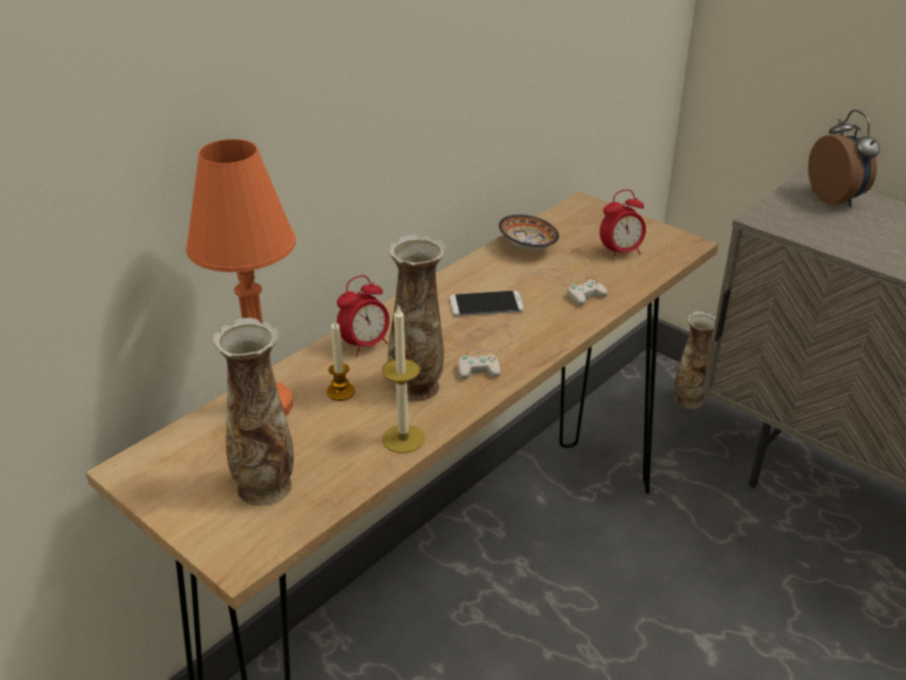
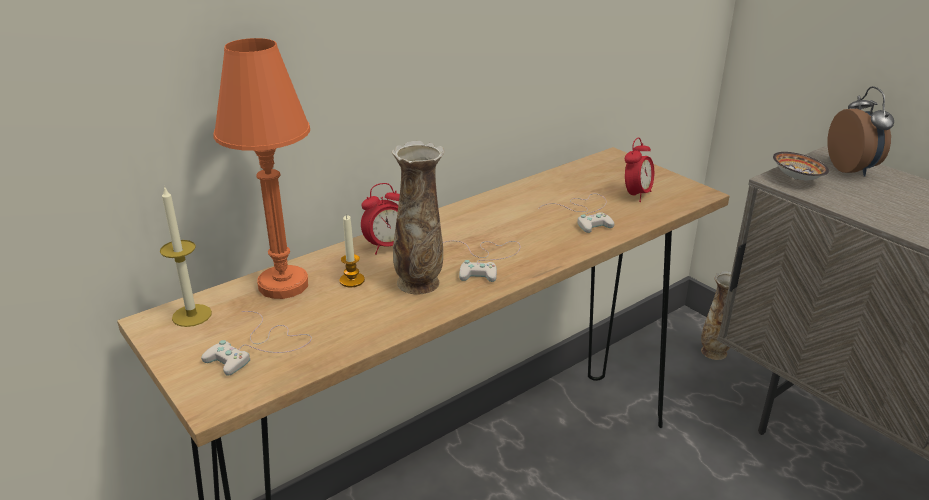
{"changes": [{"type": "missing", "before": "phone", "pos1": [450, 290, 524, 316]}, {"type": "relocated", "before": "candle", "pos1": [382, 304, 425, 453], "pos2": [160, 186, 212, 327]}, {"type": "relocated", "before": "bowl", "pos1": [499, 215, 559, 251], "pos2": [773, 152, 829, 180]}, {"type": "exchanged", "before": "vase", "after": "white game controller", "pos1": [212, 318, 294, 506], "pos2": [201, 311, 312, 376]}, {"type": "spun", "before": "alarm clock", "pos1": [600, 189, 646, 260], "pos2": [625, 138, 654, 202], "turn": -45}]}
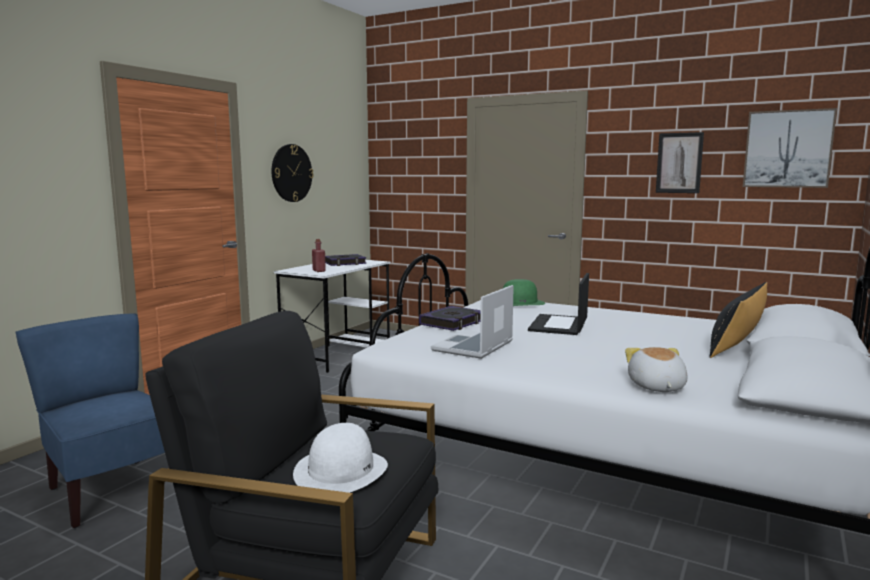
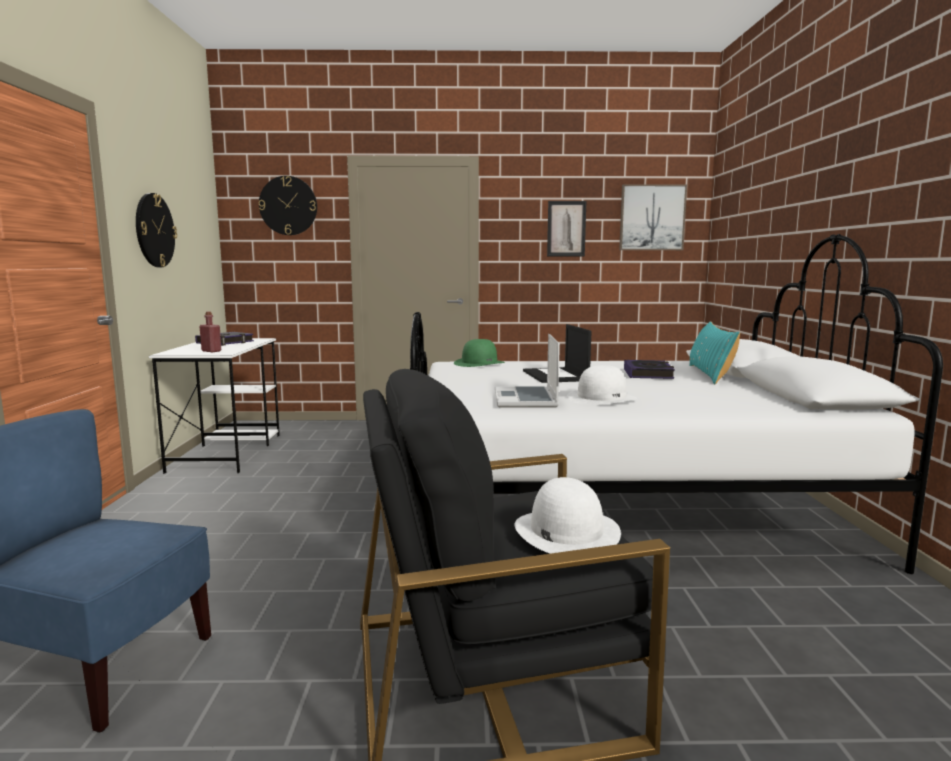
{"changes": [{"type": "missing", "before": "plush toy", "pos1": [625, 347, 687, 392]}, {"type": "appeared", "after": "wall clock", "pos2": [259, 176, 317, 235]}, {"type": "appeared", "after": "white hat", "pos2": [567, 365, 637, 405]}, {"type": "relocated", "before": "book", "pos1": [419, 306, 481, 331], "pos2": [624, 360, 675, 379]}, {"type": "colour", "before": "black pillow", "after": "turquoise pillow", "pos1": [710, 282, 767, 358], "pos2": [689, 321, 740, 384]}]}
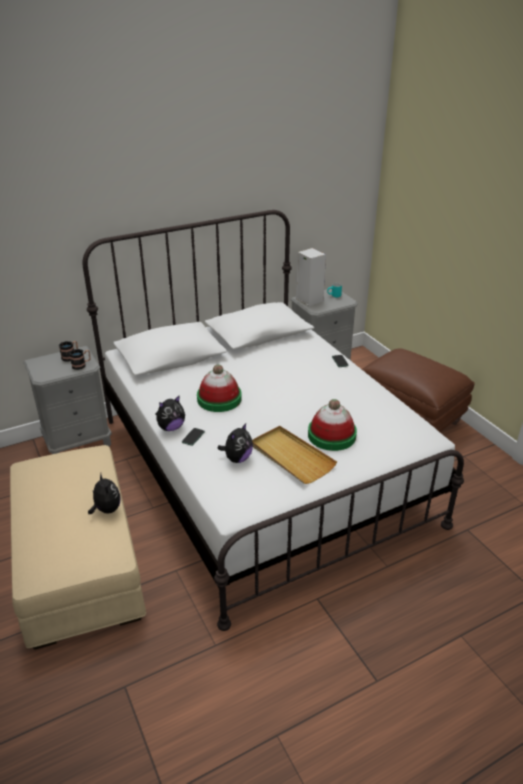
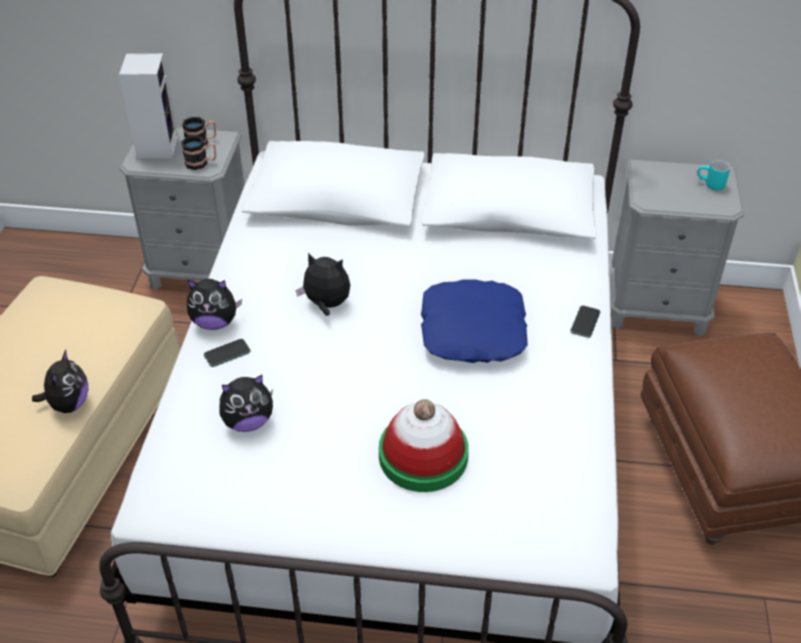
{"changes": [{"type": "missing", "before": "beige tray", "pos1": [252, 426, 337, 484]}, {"type": "appeared", "after": "blue pillow", "pos2": [421, 280, 528, 363]}, {"type": "relocated", "before": "speaker", "pos1": [296, 248, 326, 306], "pos2": [119, 53, 178, 159]}, {"type": "exchanged", "before": "hat", "after": "plush toy", "pos1": [197, 365, 242, 412], "pos2": [296, 253, 350, 316]}]}
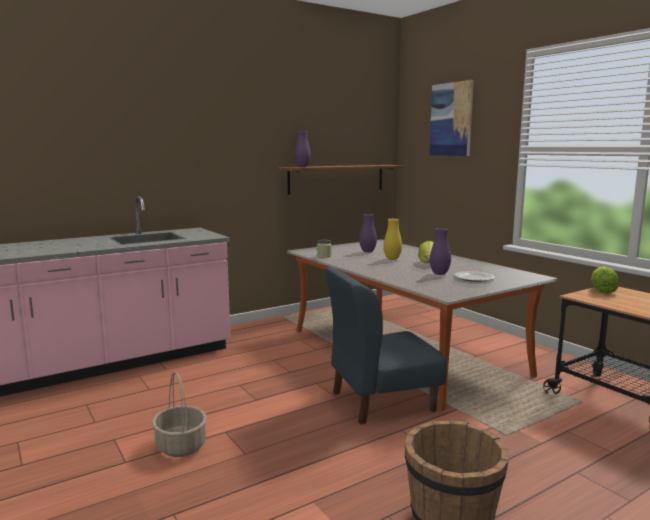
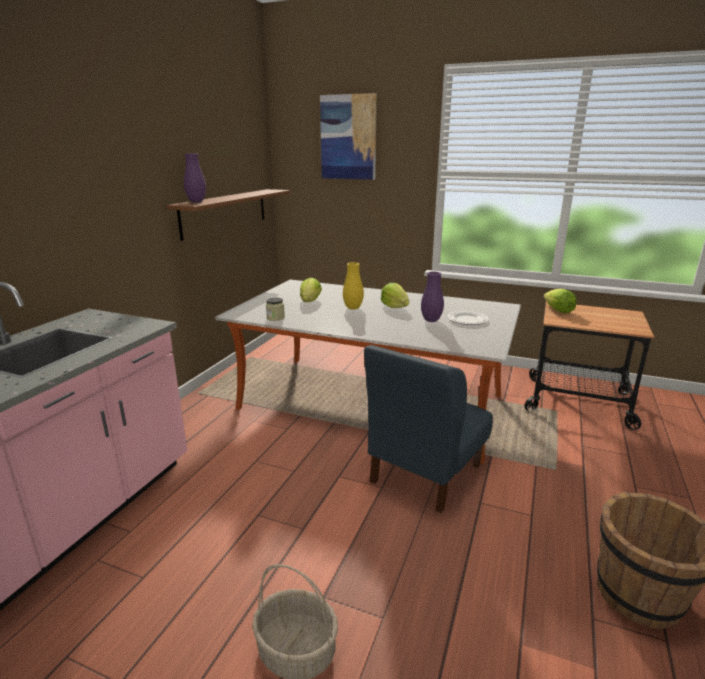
{"changes": [{"type": "exchanged", "before": "purple vase", "after": "lettuce", "pos1": [359, 214, 377, 253], "pos2": [300, 278, 322, 302]}]}
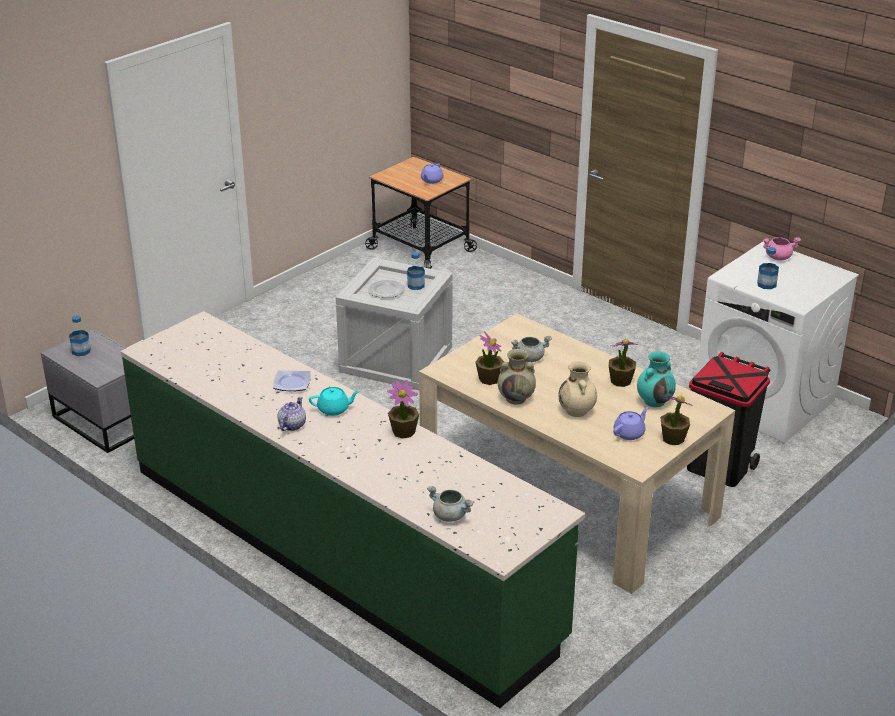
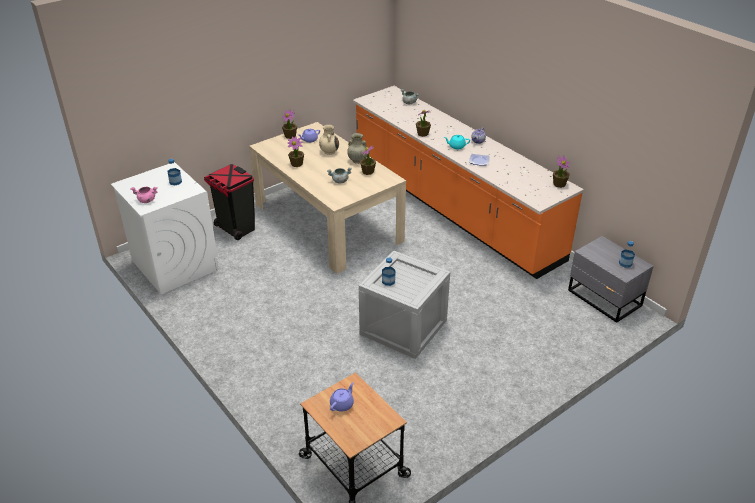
{"changes": [{"type": "missing", "before": "plate", "pos1": [368, 279, 405, 298]}, {"type": "missing", "before": "turquoise vase", "pos1": [637, 351, 676, 407]}, {"type": "appeared", "after": "potted plant", "pos2": [553, 155, 570, 188]}, {"type": "colour", "before": "green counter", "after": "orange counter", "pos1": [121, 311, 585, 708], "pos2": [353, 86, 584, 279]}]}
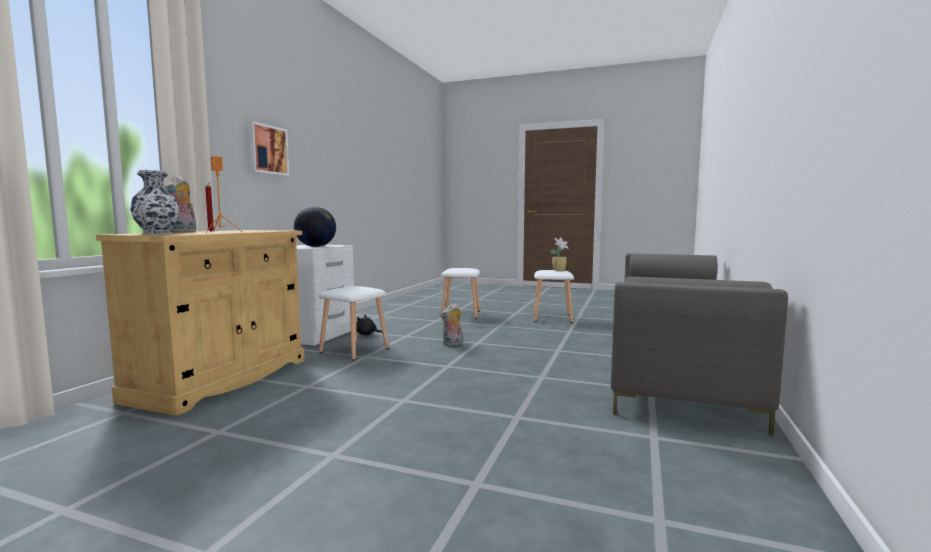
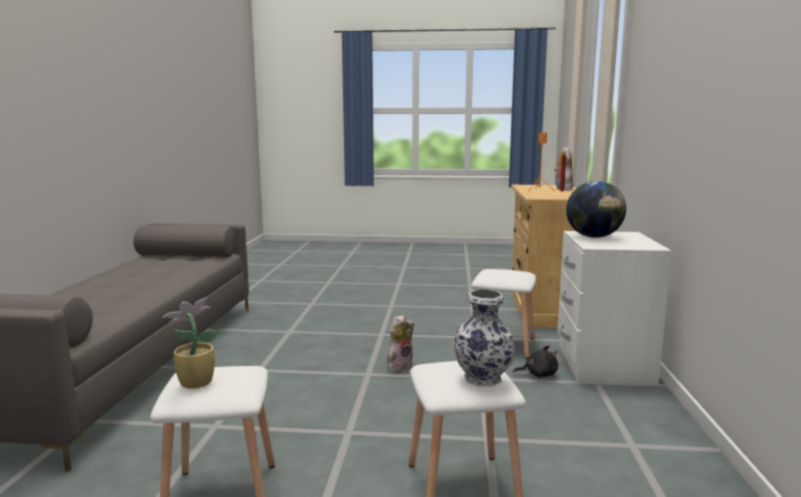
{"changes": [{"type": "missing", "before": "picture", "pos1": [248, 121, 289, 176]}, {"type": "relocated", "before": "vase", "pos1": [130, 170, 179, 235], "pos2": [454, 290, 515, 387]}]}
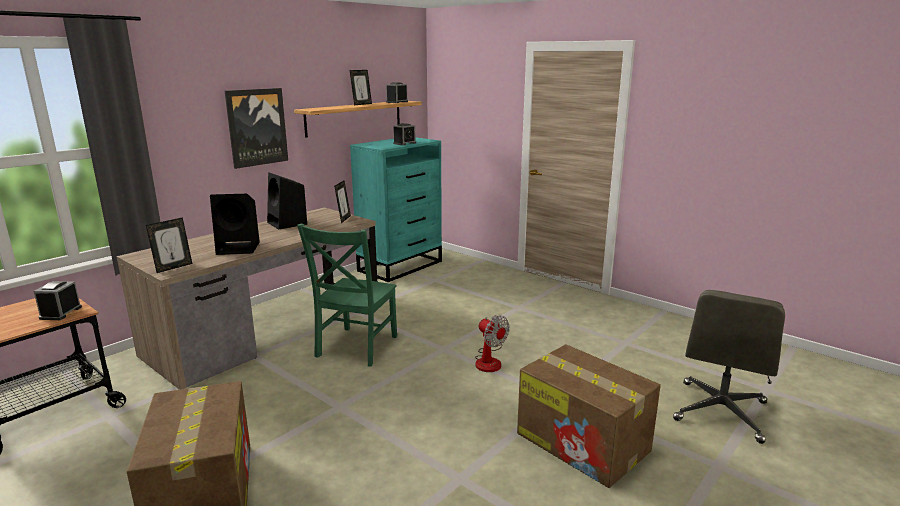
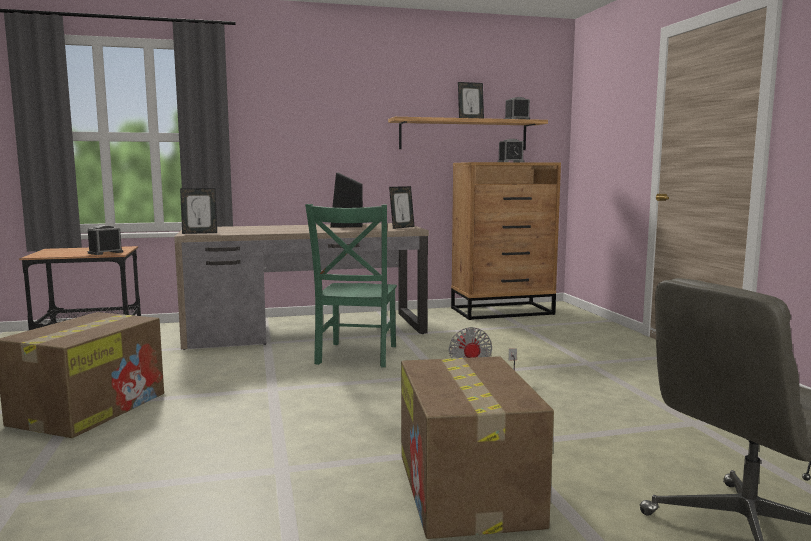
{"changes": [{"type": "missing", "before": "black speaker", "pos1": [210, 194, 260, 255]}, {"type": "missing", "before": "picture", "pos1": [225, 88, 288, 169]}, {"type": "colour", "before": "turquoise dresser", "after": "brown dresser", "pos1": [350, 137, 442, 282], "pos2": [451, 162, 561, 320]}, {"type": "spun", "before": "green chair", "pos1": [297, 224, 397, 367], "pos2": [305, 204, 397, 367], "turn": -45}]}
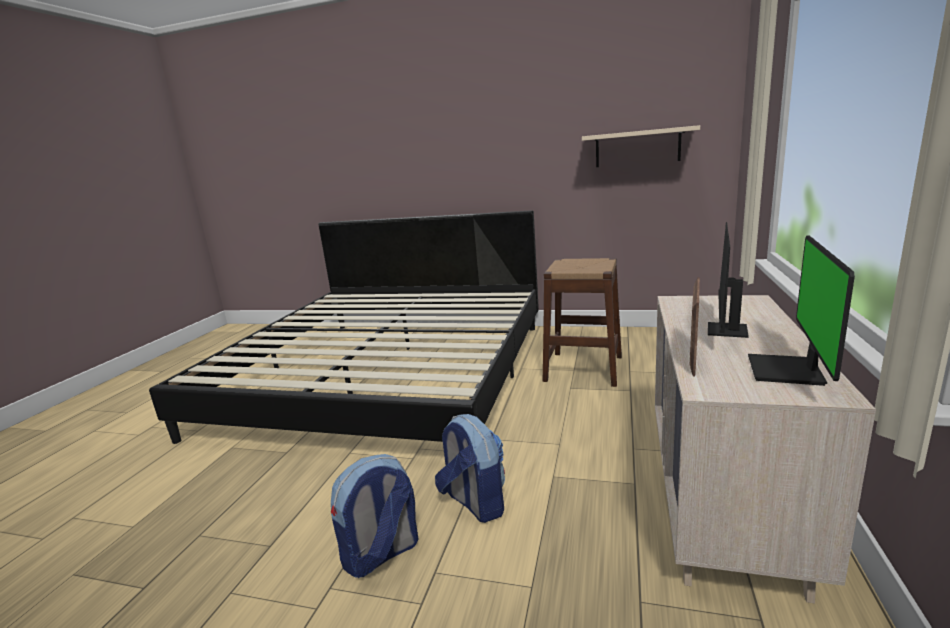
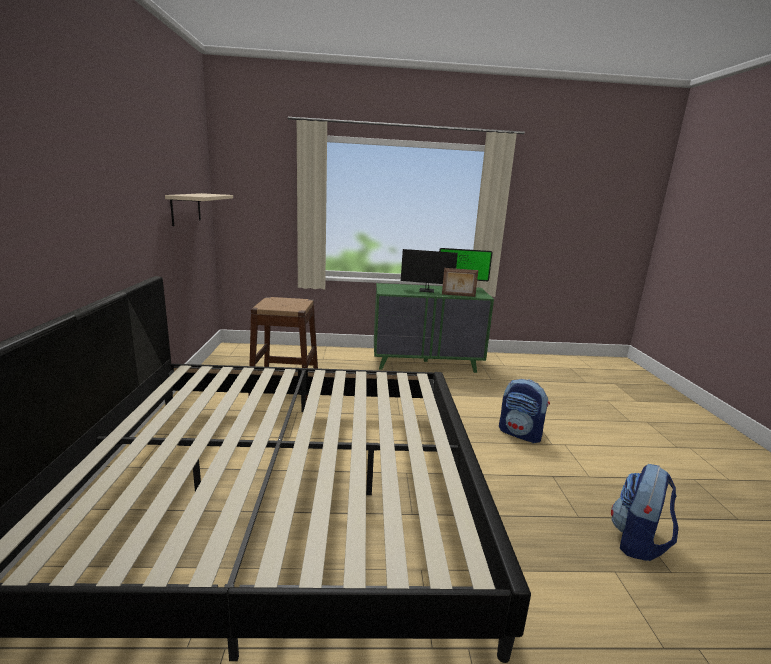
{"changes": [{"type": "relocated", "before": "backpack", "pos1": [435, 414, 505, 523], "pos2": [611, 464, 678, 561]}, {"type": "colour", "before": "beige dresser", "after": "green dresser", "pos1": [655, 295, 876, 604], "pos2": [374, 283, 494, 373]}]}
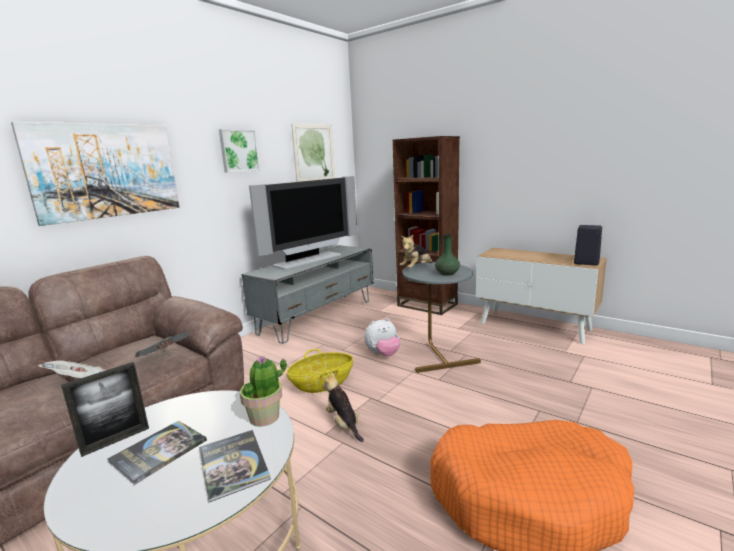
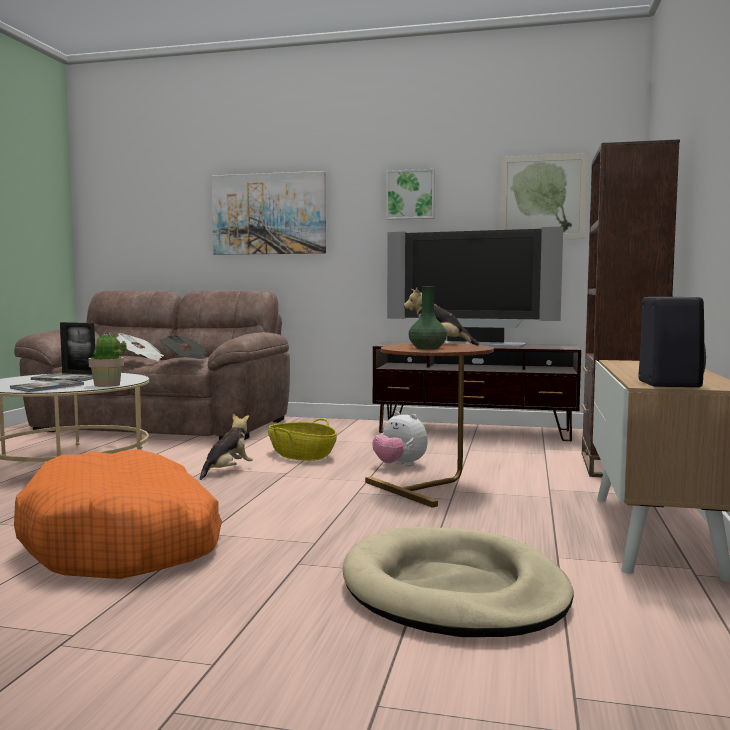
{"changes": [{"type": "appeared", "after": "beige dog bed", "pos2": [343, 527, 574, 637]}, {"type": "colour", "before": "grey tv stand", "after": "brown tv stand", "pos1": [242, 245, 373, 344], "pos2": [373, 342, 581, 441]}, {"type": "colour", "before": "grey side table", "after": "brown side table", "pos1": [402, 262, 481, 373], "pos2": [365, 343, 494, 508]}]}
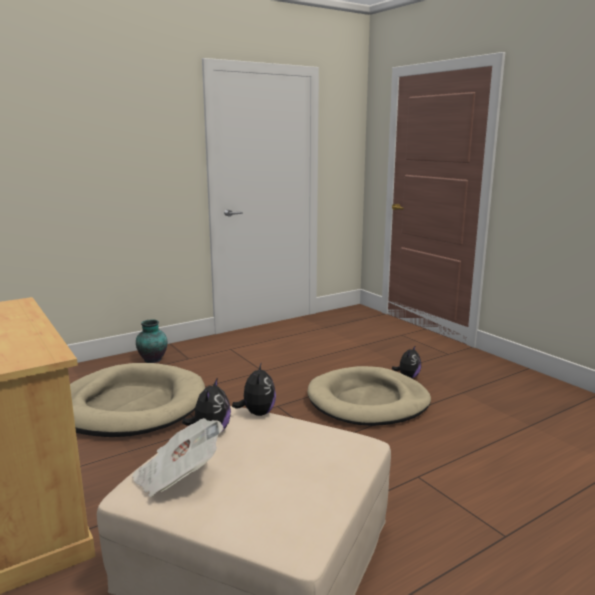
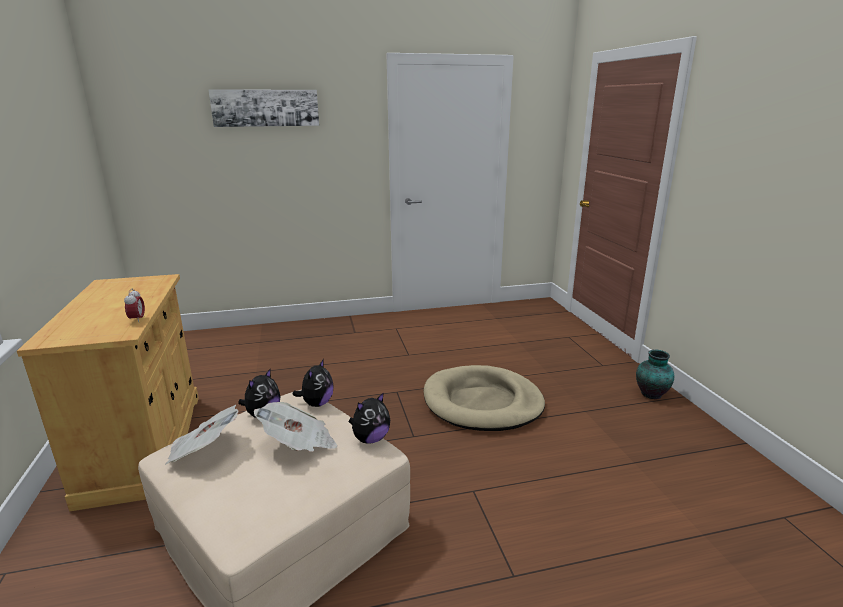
{"changes": [{"type": "missing", "before": "beige dog bed", "pos1": [70, 363, 205, 437]}, {"type": "appeared", "after": "alarm clock", "pos2": [124, 288, 145, 323]}, {"type": "appeared", "after": "picture", "pos2": [208, 89, 319, 127]}, {"type": "appeared", "after": "newspaper", "pos2": [254, 402, 338, 452]}, {"type": "relocated", "before": "vase", "pos1": [136, 319, 167, 363], "pos2": [636, 350, 675, 399]}, {"type": "relocated", "before": "plush toy", "pos1": [392, 345, 421, 378], "pos2": [349, 392, 390, 444]}]}
